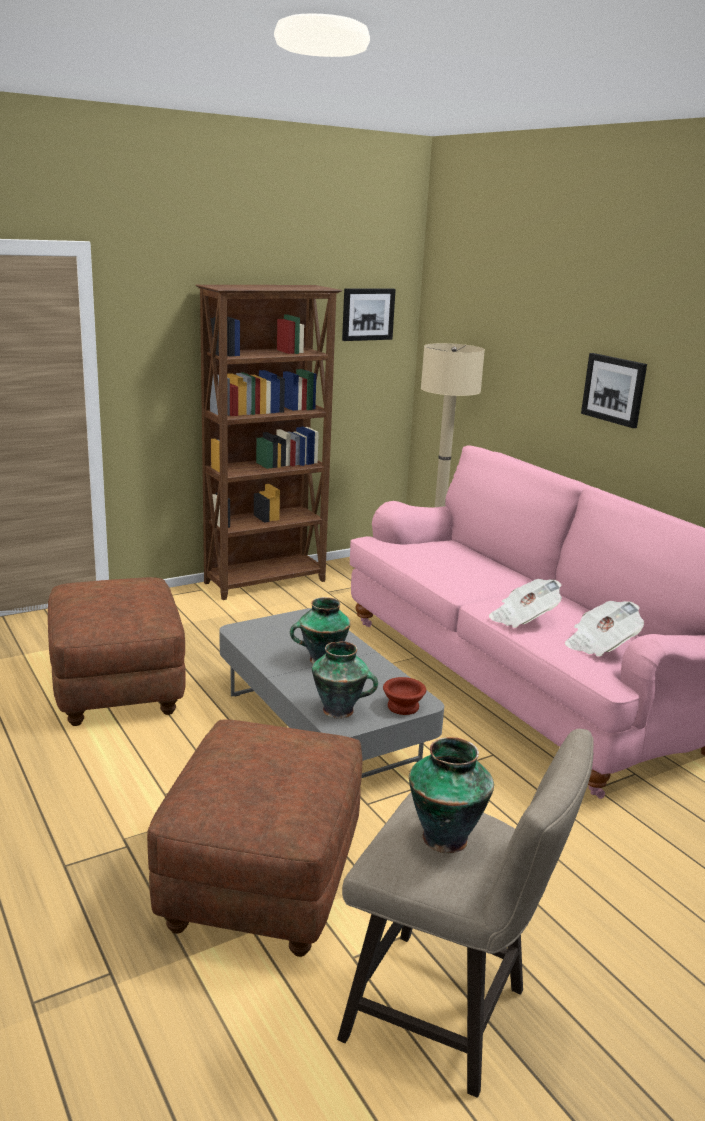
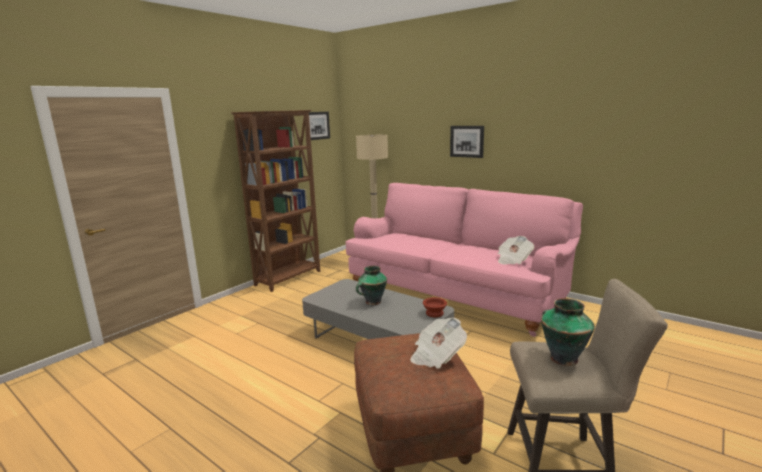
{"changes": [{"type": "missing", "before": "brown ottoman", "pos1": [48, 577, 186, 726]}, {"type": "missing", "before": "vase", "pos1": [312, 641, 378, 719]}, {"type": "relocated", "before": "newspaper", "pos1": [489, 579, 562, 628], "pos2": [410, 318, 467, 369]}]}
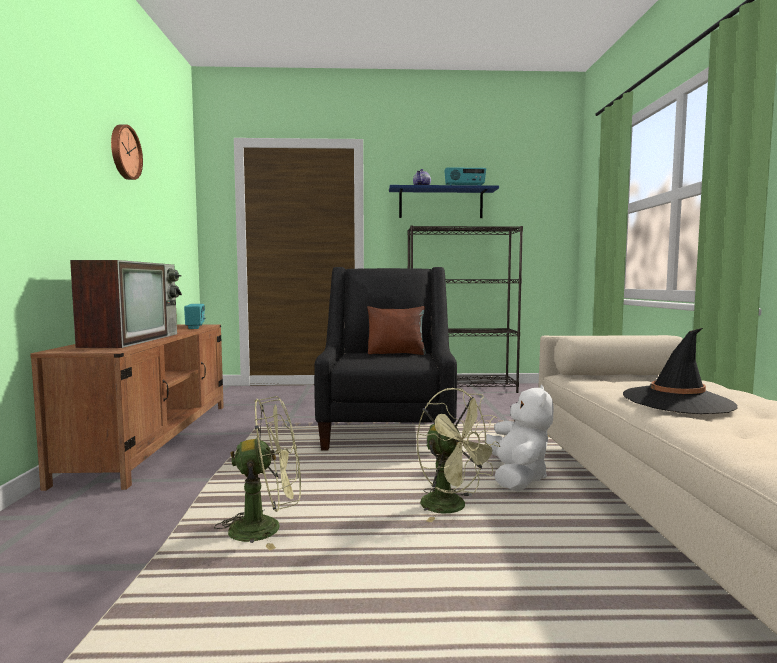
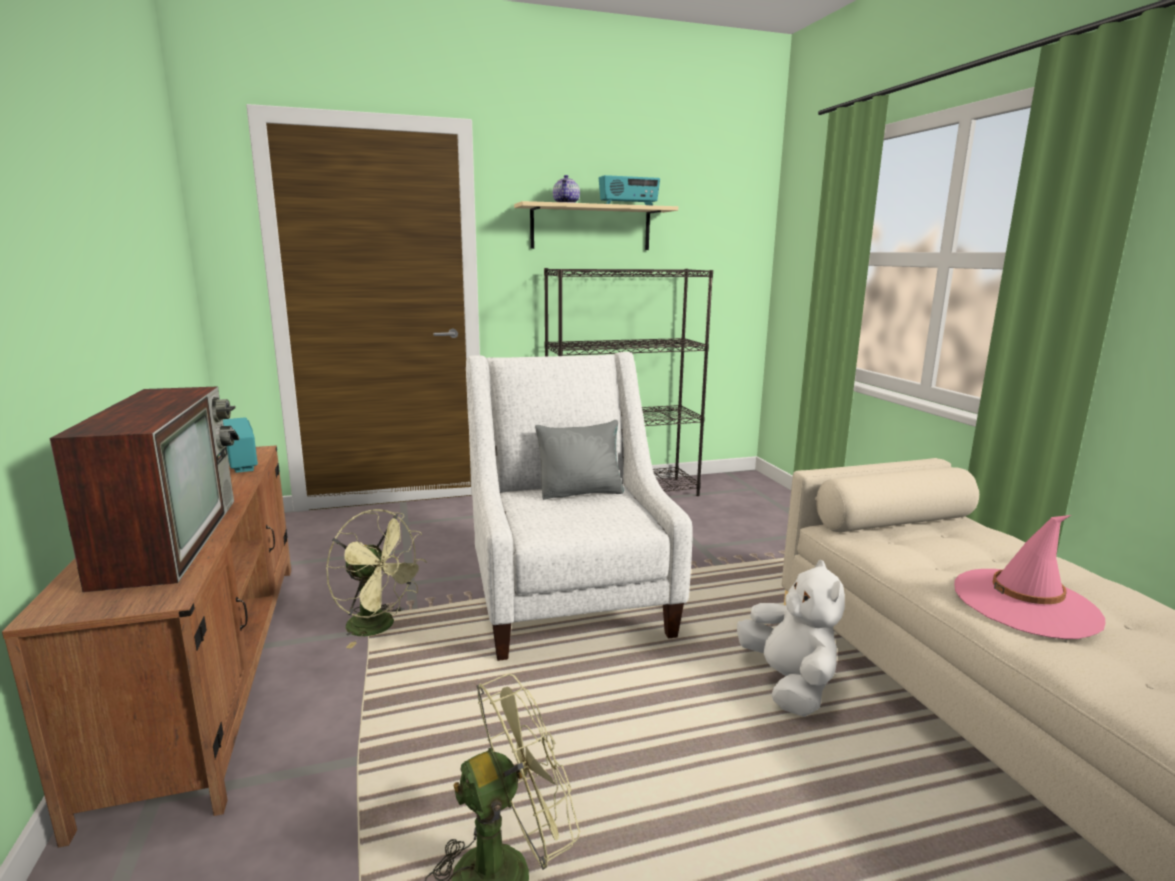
{"changes": [{"type": "missing", "before": "wall clock", "pos1": [111, 124, 143, 180]}, {"type": "relocated", "before": "green fan", "pos1": [417, 388, 500, 522], "pos2": [326, 509, 427, 648]}, {"type": "colour", "before": "black armchair", "after": "white armchair", "pos1": [314, 267, 457, 450], "pos2": [466, 352, 693, 661]}, {"type": "colour", "before": "brown pillow", "after": "grey pillow", "pos1": [367, 306, 426, 355], "pos2": [535, 420, 624, 500]}, {"type": "colour", "before": "blue shelf", "after": "beige shelf", "pos1": [389, 185, 499, 218], "pos2": [514, 201, 678, 250]}, {"type": "colour", "before": "black hat", "after": "pink hat", "pos1": [623, 328, 737, 414], "pos2": [954, 515, 1105, 639]}]}
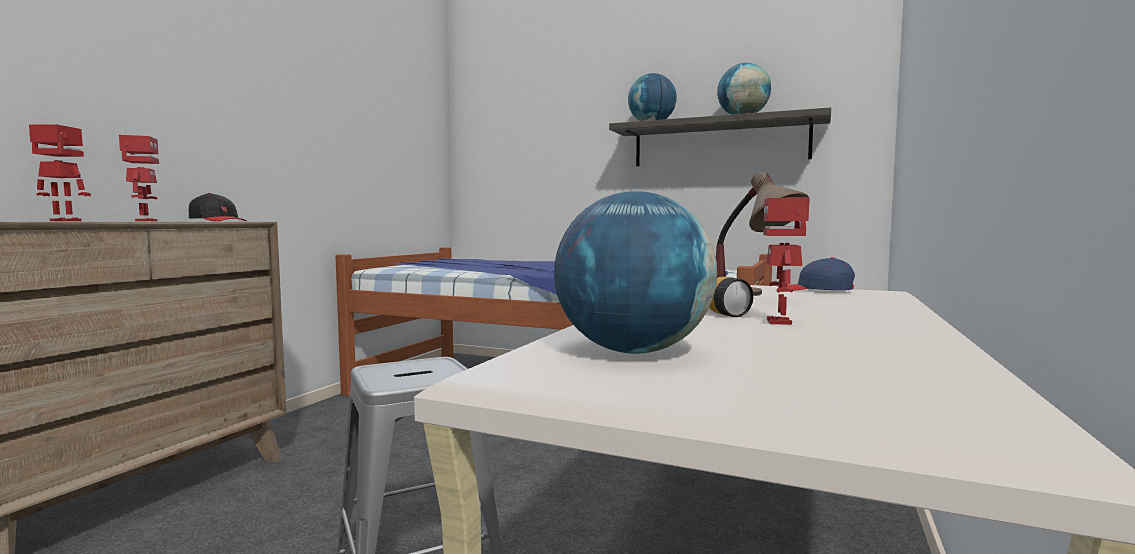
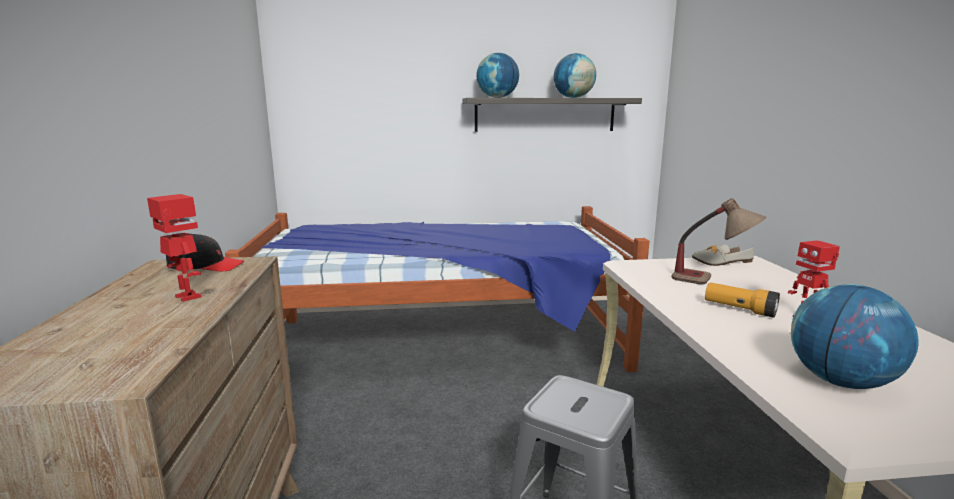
{"changes": [{"type": "missing", "before": "toy robot", "pos1": [29, 124, 91, 221]}, {"type": "exchanged", "before": "blue cap", "after": "shoe", "pos1": [777, 257, 855, 291], "pos2": [692, 244, 754, 266]}]}
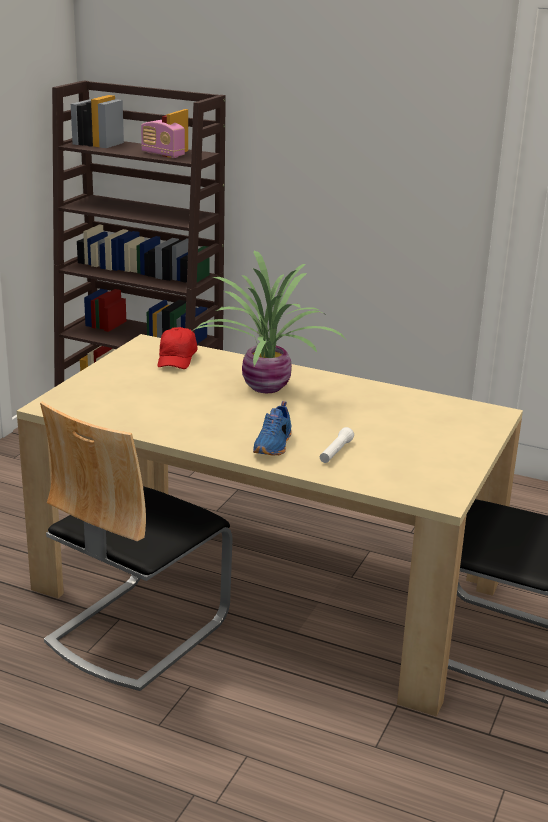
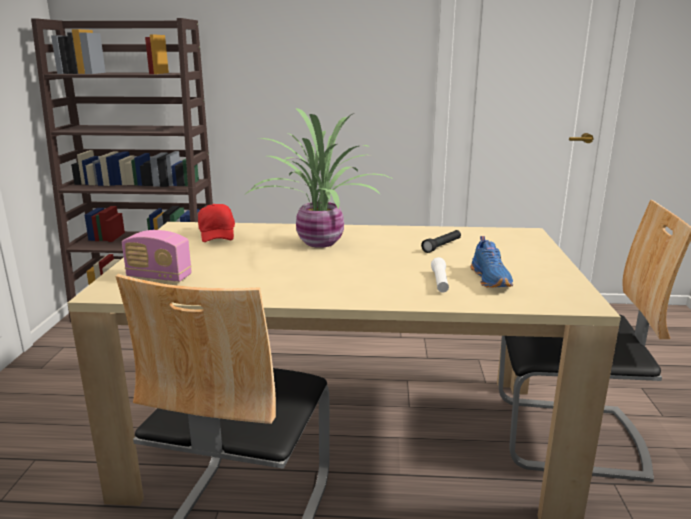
{"changes": [{"type": "appeared", "after": "black flashlight", "pos2": [421, 230, 461, 253]}, {"type": "relocated", "before": "radio", "pos1": [141, 120, 185, 158], "pos2": [122, 230, 192, 282]}, {"type": "relocated", "before": "blue shoe", "pos1": [253, 401, 292, 456], "pos2": [470, 236, 513, 288]}]}
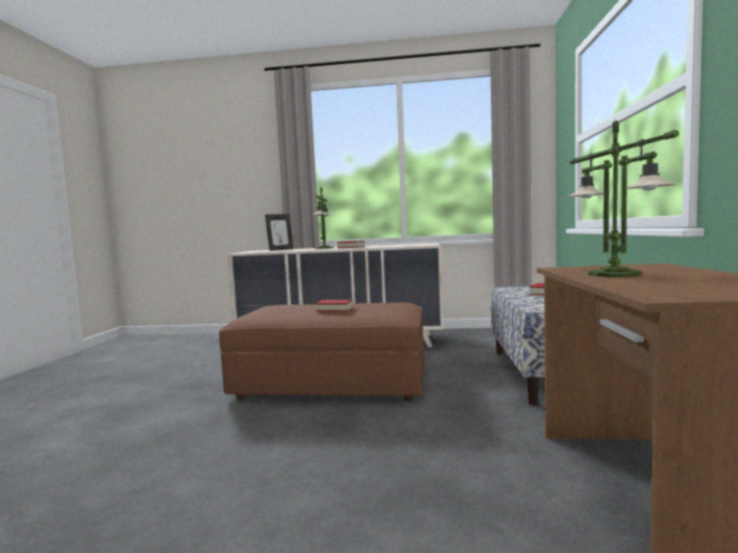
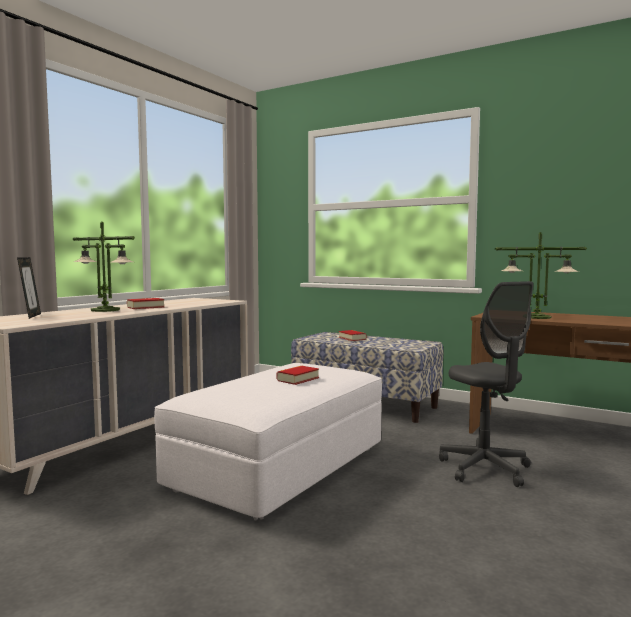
{"changes": [{"type": "appeared", "after": "grey office chair", "pos2": [439, 281, 533, 487]}, {"type": "colour", "before": "brown ottoman", "after": "white ottoman", "pos1": [219, 303, 424, 401], "pos2": [154, 363, 382, 520]}]}
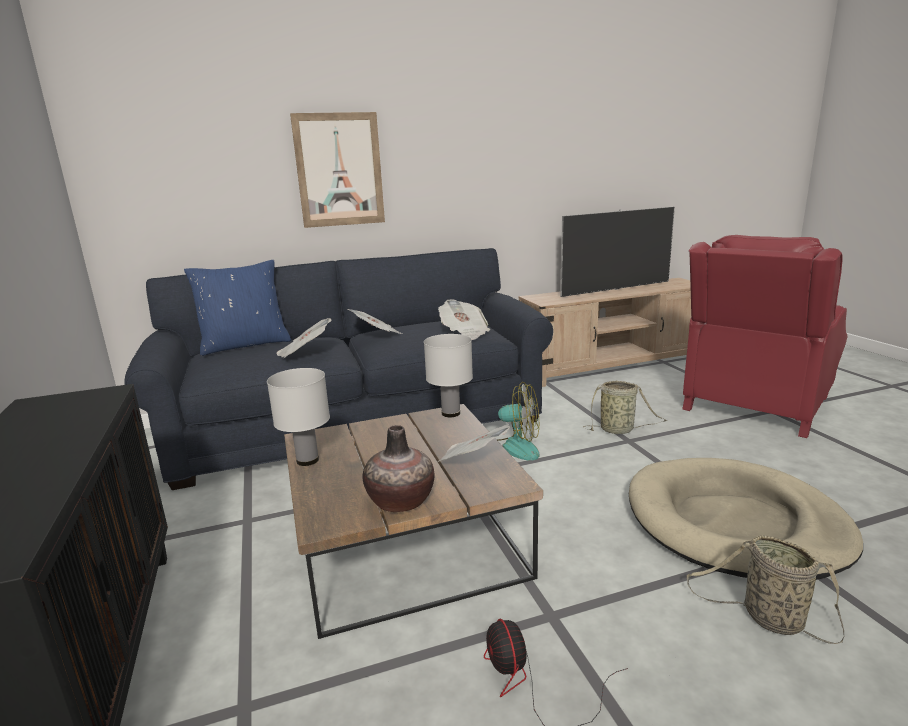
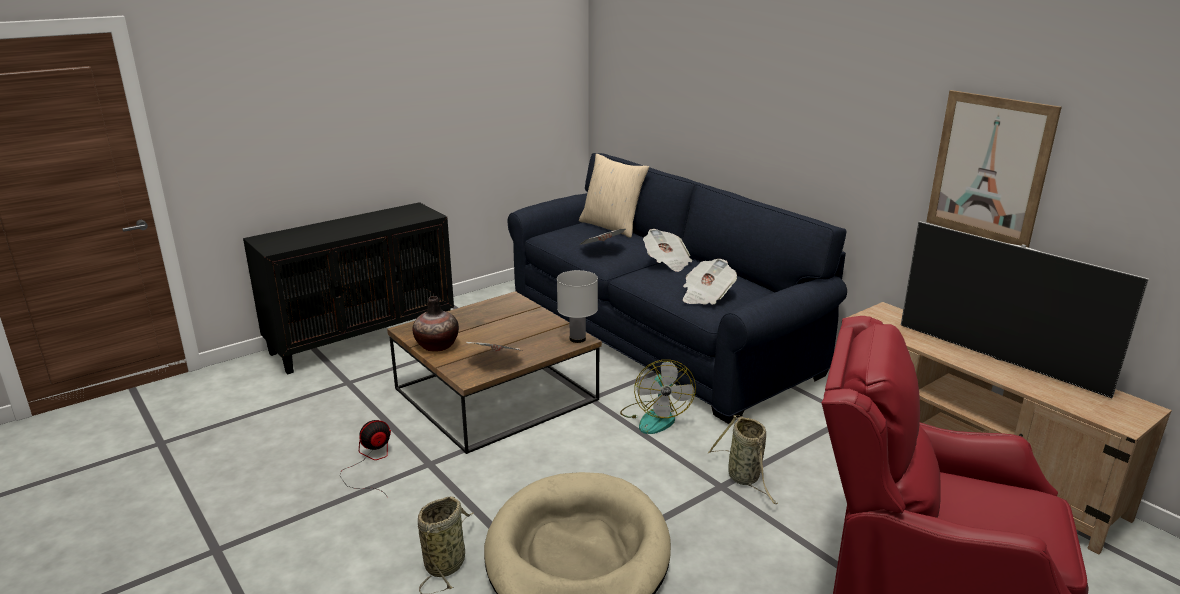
{"changes": [{"type": "missing", "before": "white table lamp", "pos1": [267, 368, 330, 466]}, {"type": "relocated", "before": "picture", "pos1": [290, 112, 385, 228], "pos2": [926, 90, 1062, 247]}, {"type": "colour", "before": "blue pillow", "after": "beige pillow", "pos1": [184, 260, 291, 356], "pos2": [579, 154, 649, 238]}]}
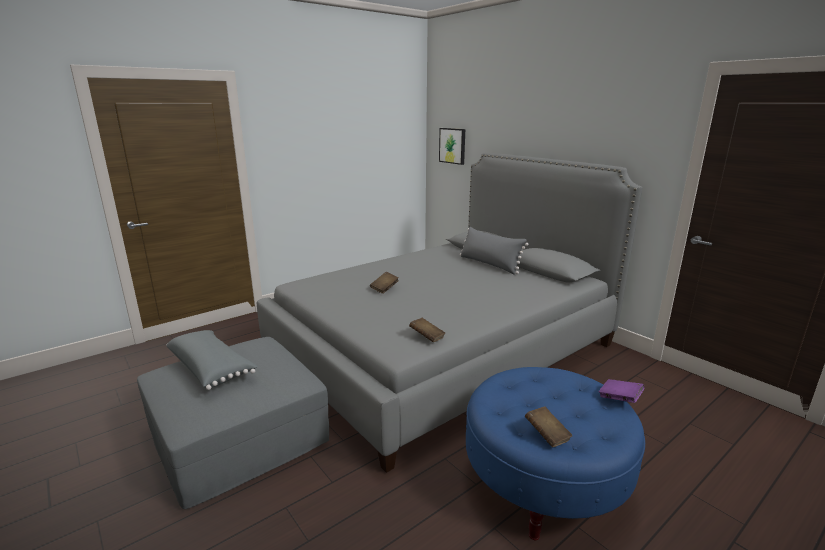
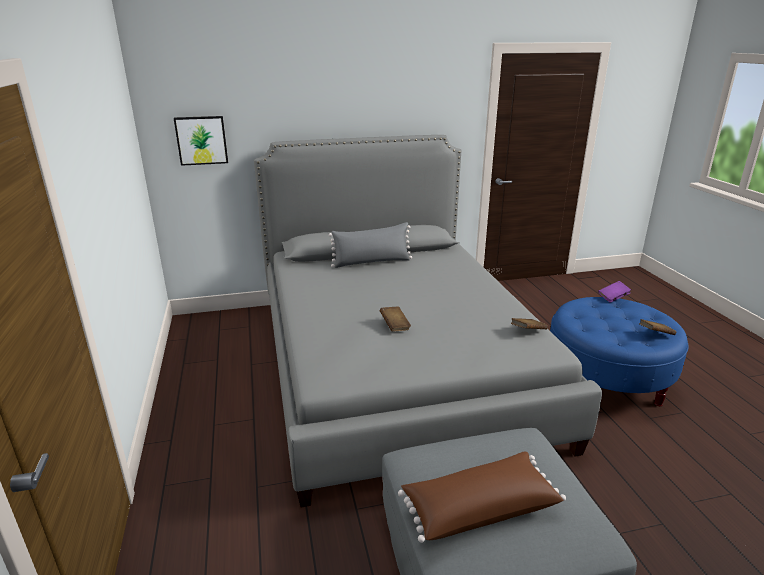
{"changes": [{"type": "colour", "before": "grey pillow", "after": "brown pillow", "pos1": [166, 330, 258, 390], "pos2": [398, 451, 566, 543]}]}
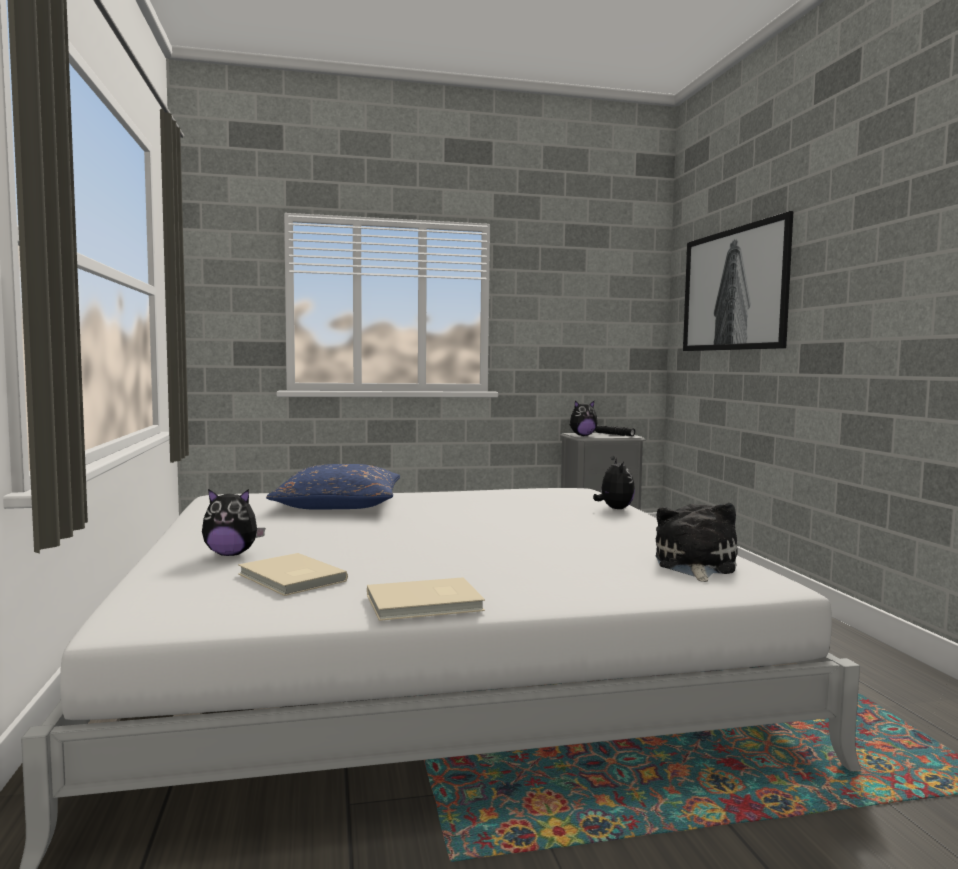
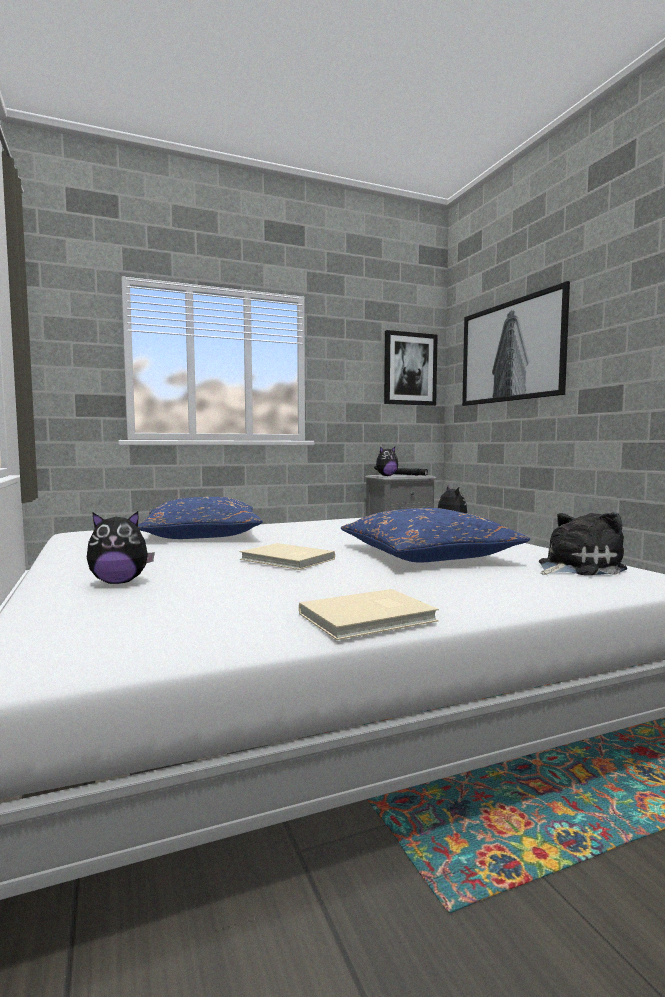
{"changes": [{"type": "appeared", "after": "blue pillow", "pos2": [341, 508, 530, 562]}, {"type": "appeared", "after": "picture", "pos2": [384, 330, 438, 406]}, {"type": "relocated", "before": "beige book", "pos1": [238, 553, 348, 596], "pos2": [240, 543, 335, 570]}, {"type": "spun", "before": "plush toy", "pos1": [656, 503, 738, 582], "pos2": [539, 512, 627, 575], "turn": 60}]}
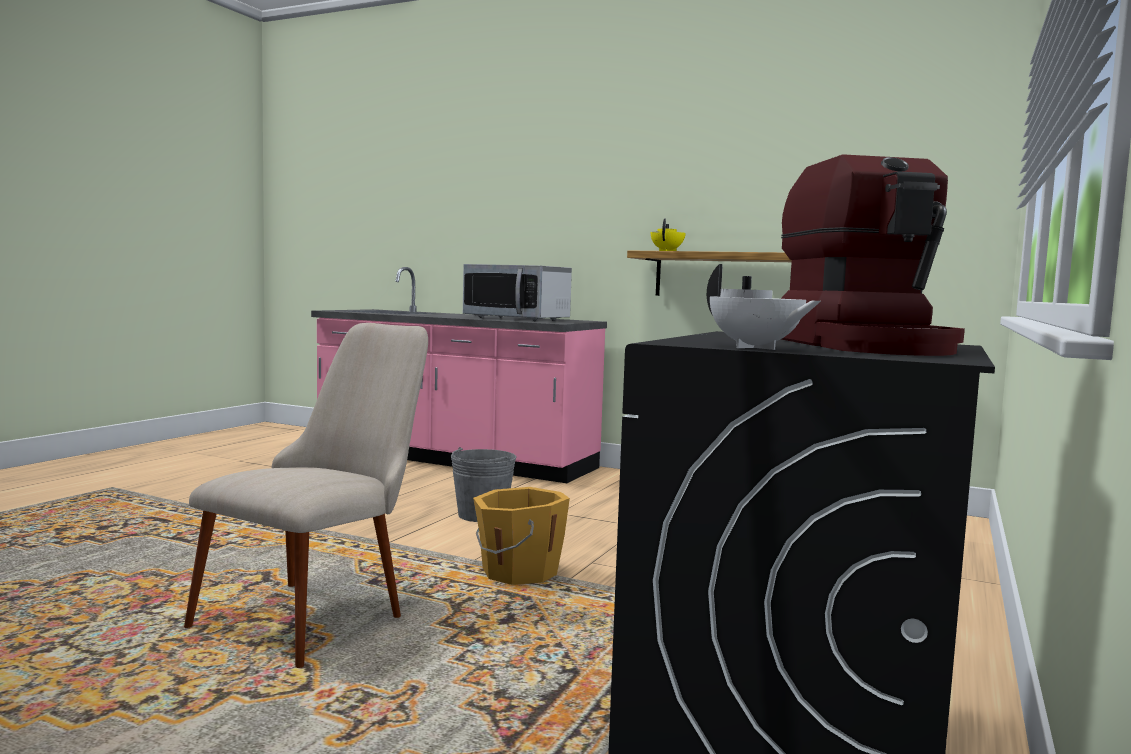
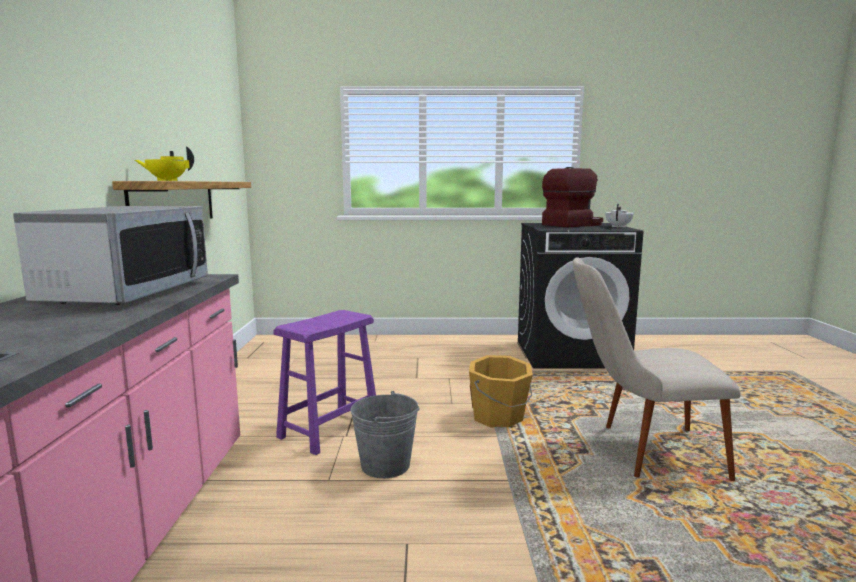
{"changes": [{"type": "appeared", "after": "purple stool", "pos2": [273, 310, 376, 455]}]}
